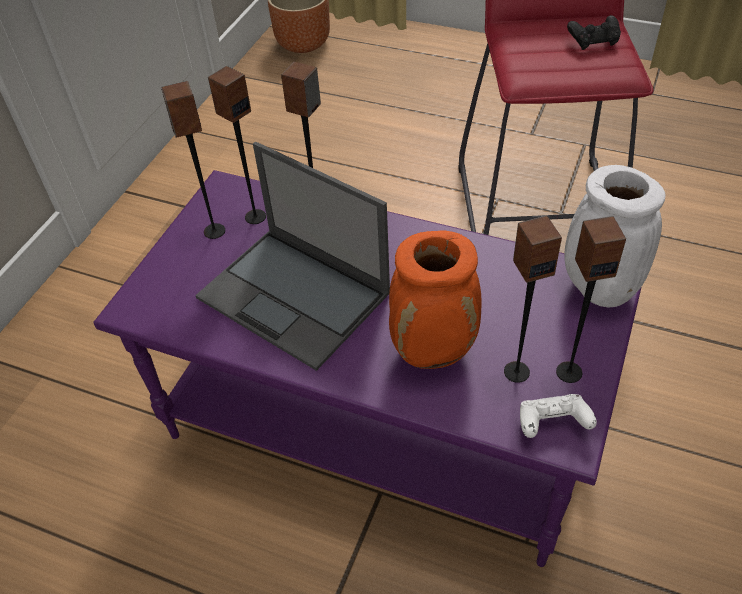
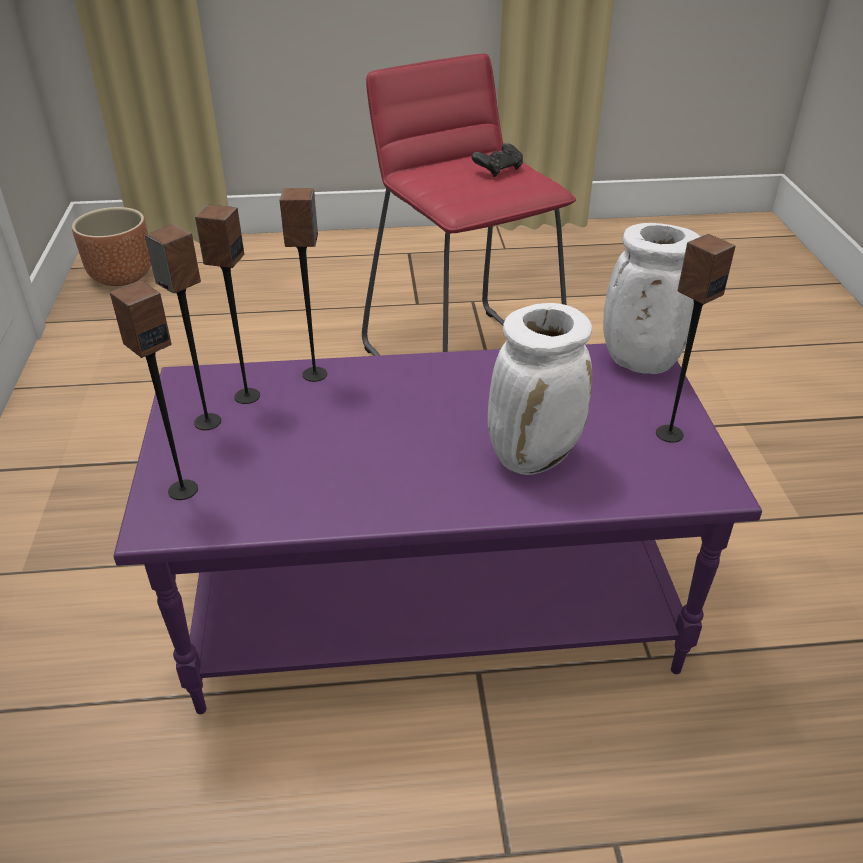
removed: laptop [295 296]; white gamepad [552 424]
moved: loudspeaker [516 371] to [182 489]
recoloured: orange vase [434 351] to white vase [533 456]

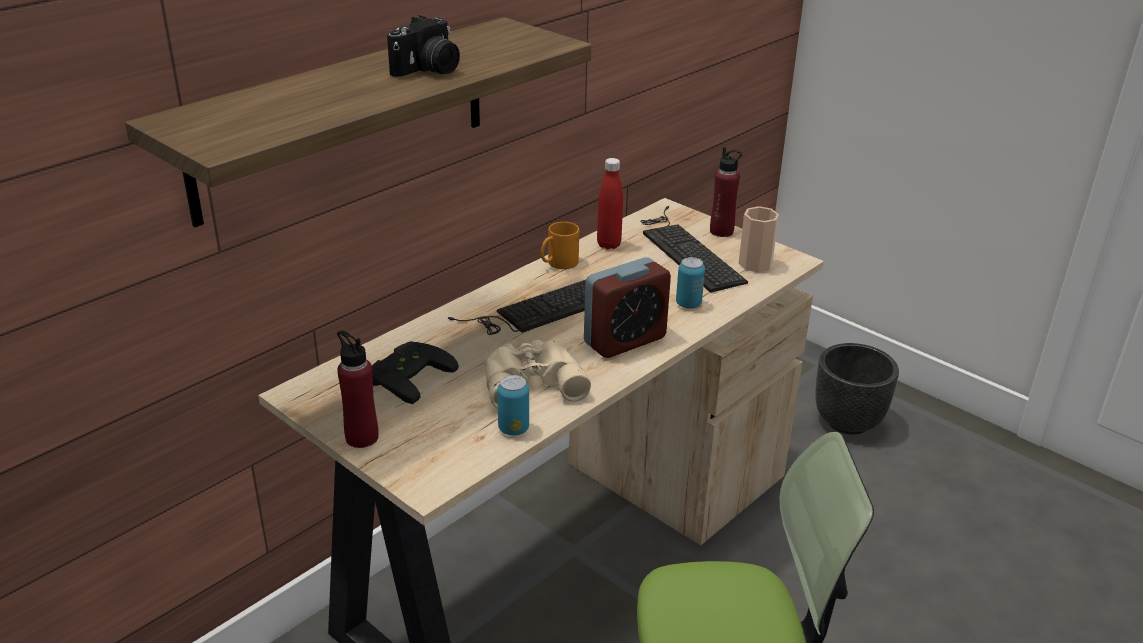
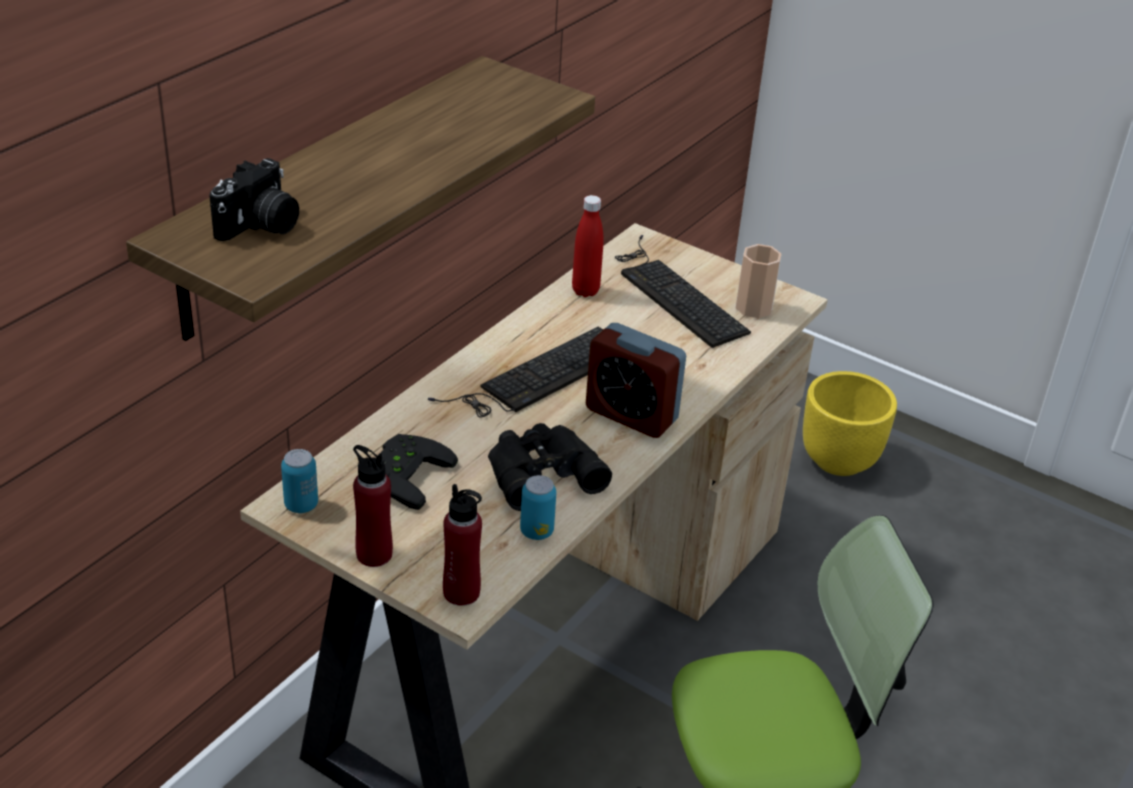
removed: orange mug [558 264]
moved: still camera [428 70] to [260 226]; can [688 304] to [301 505]; red beverage bottle [721 231] to [461 592]
recoloured: beige field glasses [530 380] to blackish field glasses [540 471]; blackish plant pot [848 421] to yellowish plant pot [839 460]
turned: bedside clock [625 340] = [631 415] 75 degrees clockwise

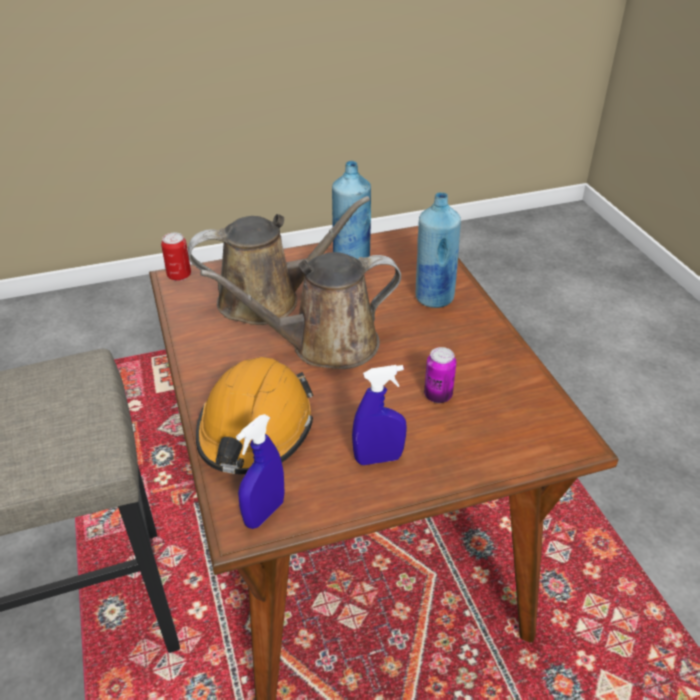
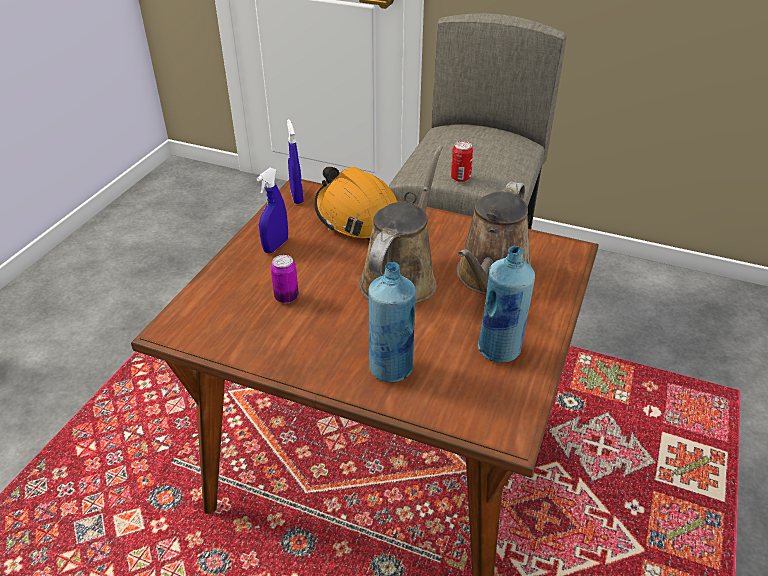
moved: can [179 275] to [460 178]

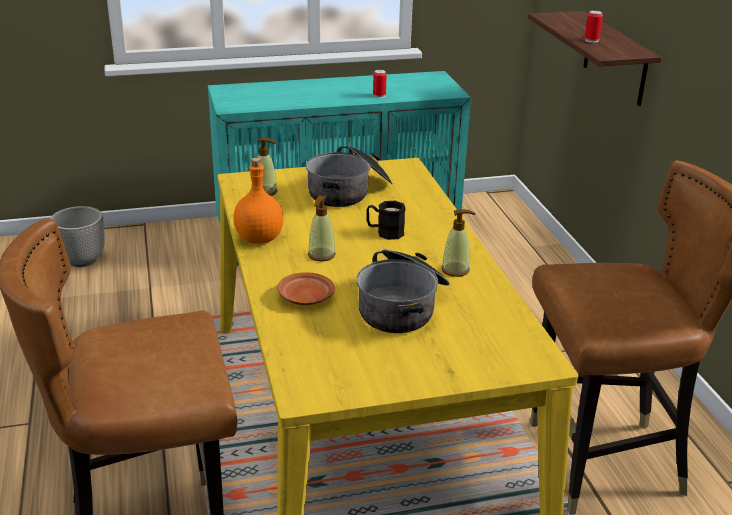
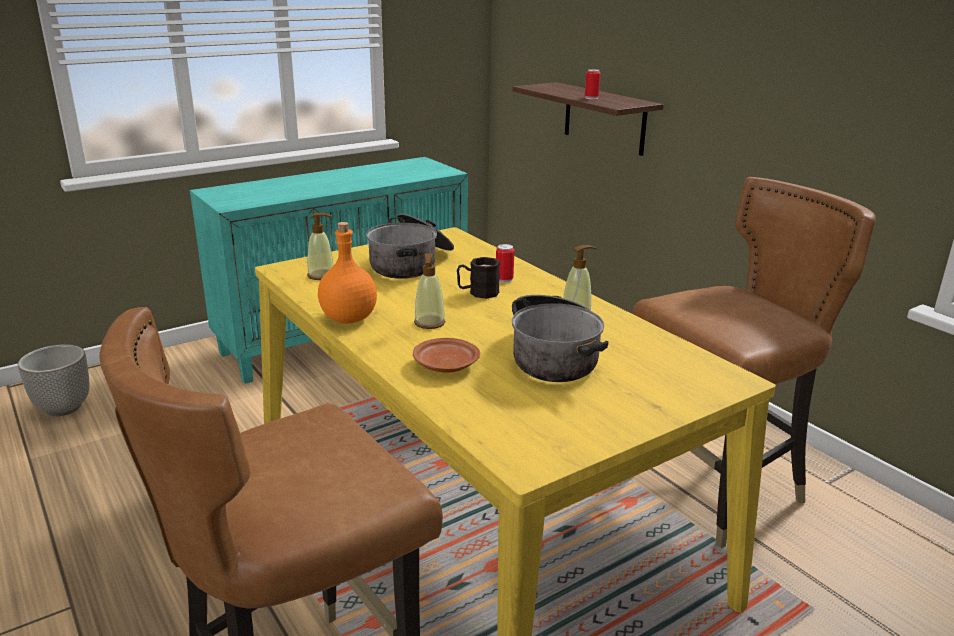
moved: can [379 95] to [504 279]

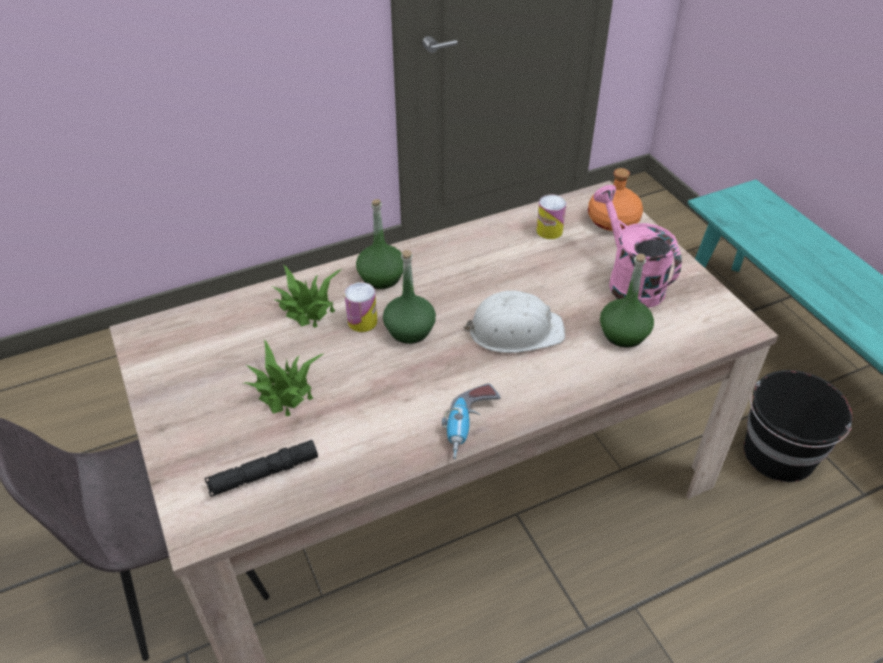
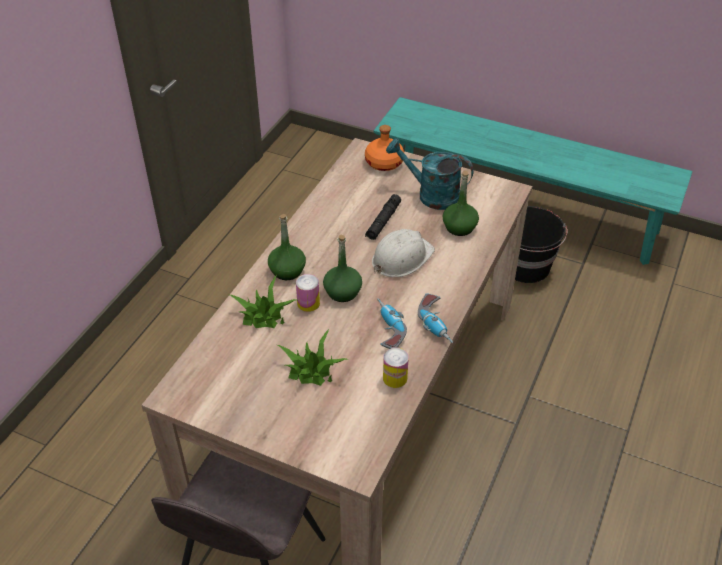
added: power drill [387 329]
moved: blackish hand torch [263 473] to [383 221]; can [549 231] to [395 378]
recoloured: pink watering pot [629 280] to turquoise-coloured watering pot [431 195]

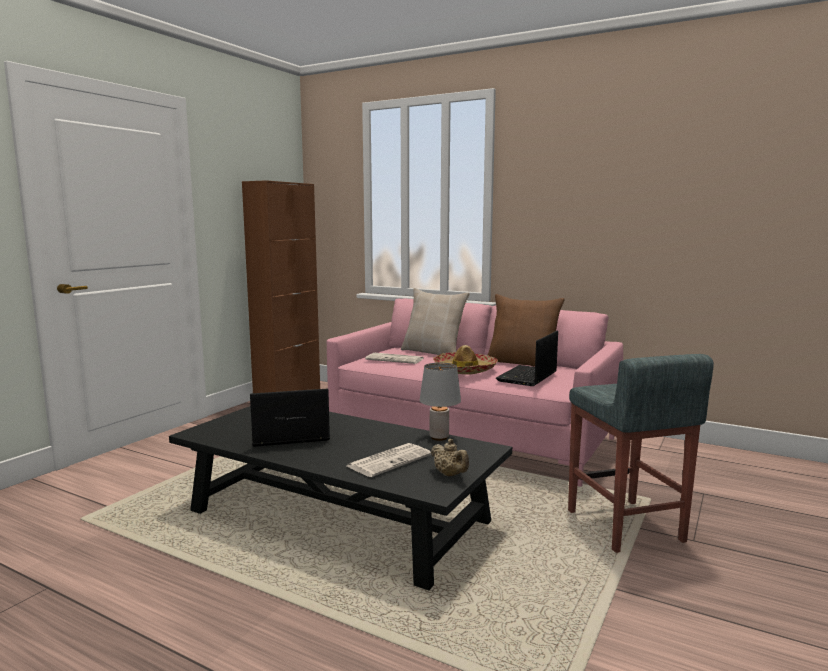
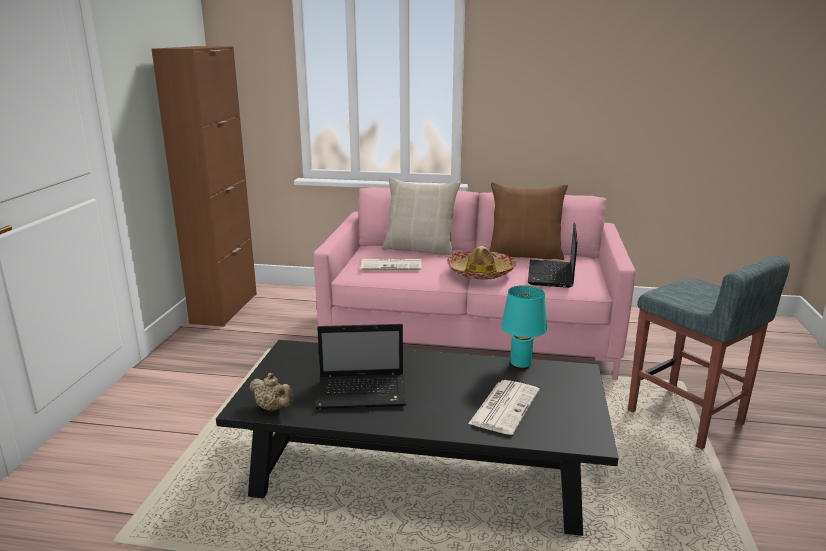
moved: beige pot for tea [450 475] to [273 408]
recoloured: gray tabletop lamp [439 437] to turquoise-coloured tabletop lamp [520 364]
turned: laptop [288 436] = [363 393] 150 degrees counterclockwise

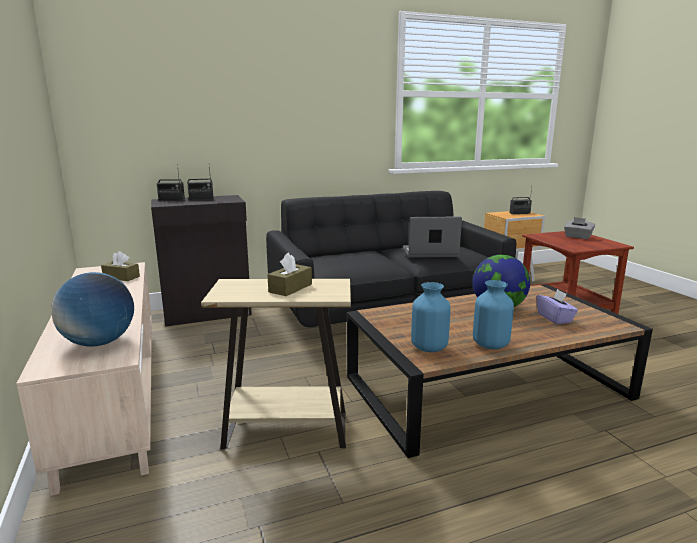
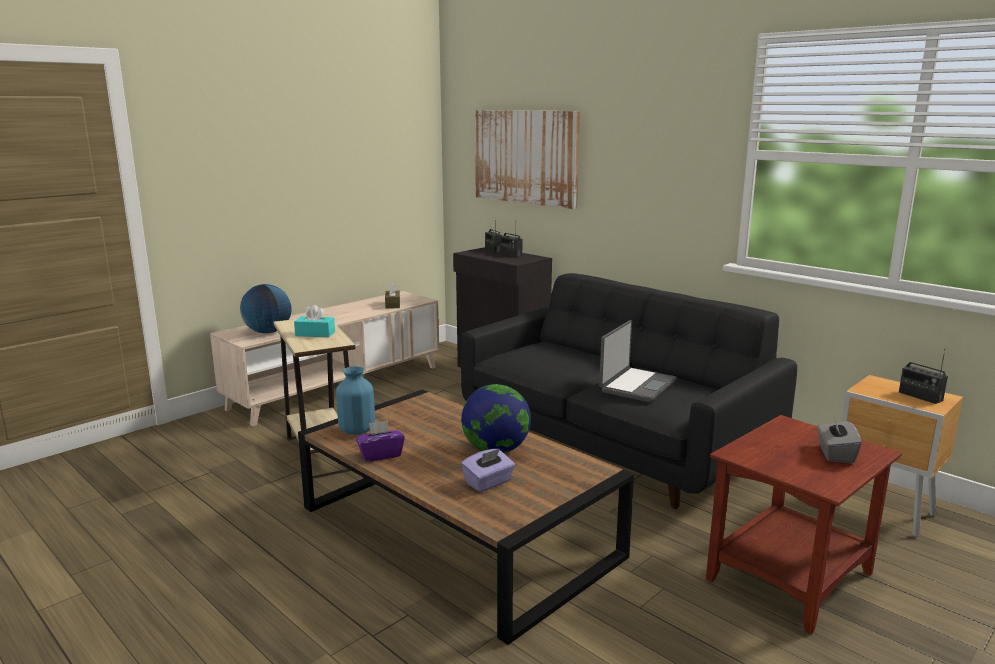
added: picture [525 157]
replaced: blue-coloured vase [491 345] to purple-coloured tissue holder [380 455]
recoloured: brown-coloured tissue holder [290 288] to turquoise-coloured tissue holder [315 334]
turned: laptop [430 253] = [636 385] 60 degrees clockwise

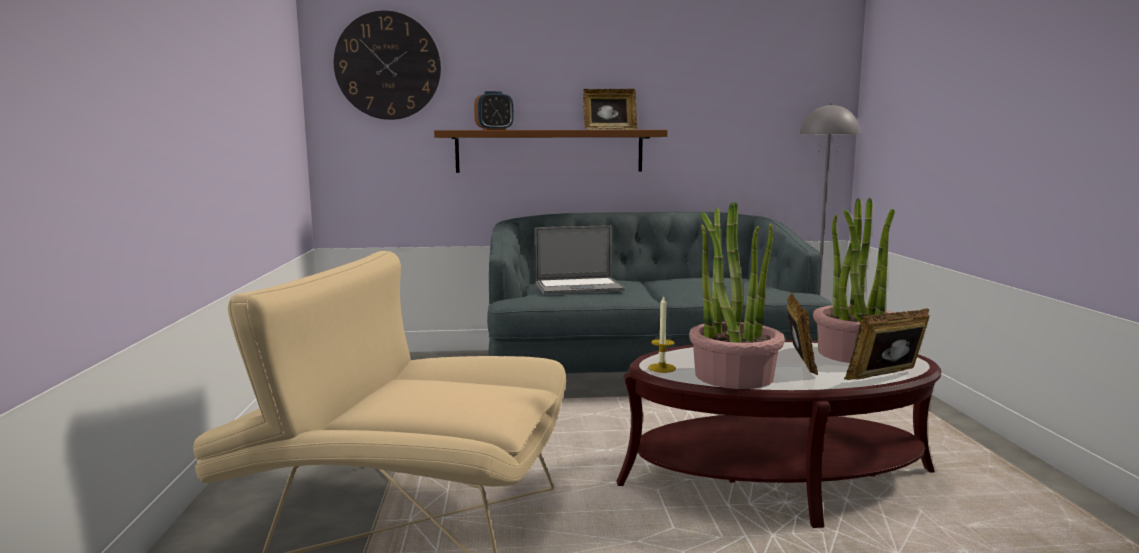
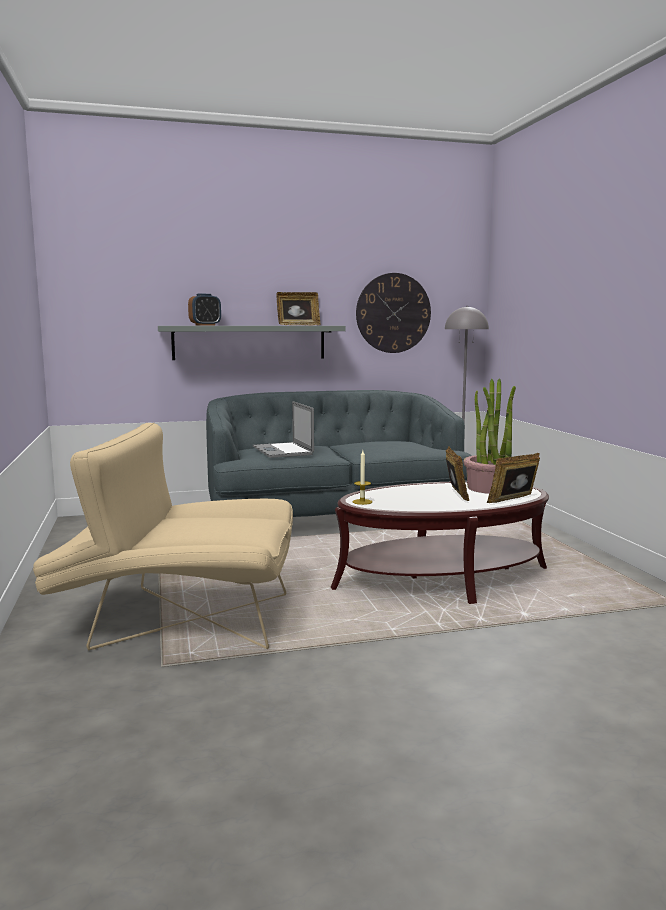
removed: potted plant [733 375]
moved: hanging clock [388 66] to [393 313]
recoloured: brown-coloured bracket shelf [549 151] to gray bracket shelf [249 342]
turned: laptop [578 287] = [282 450] 90 degrees clockwise

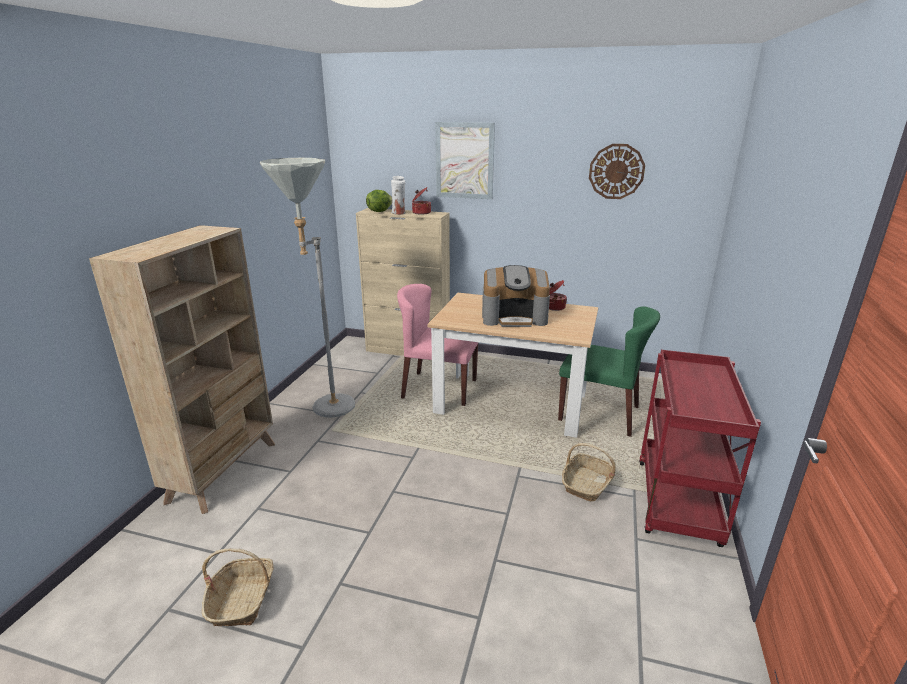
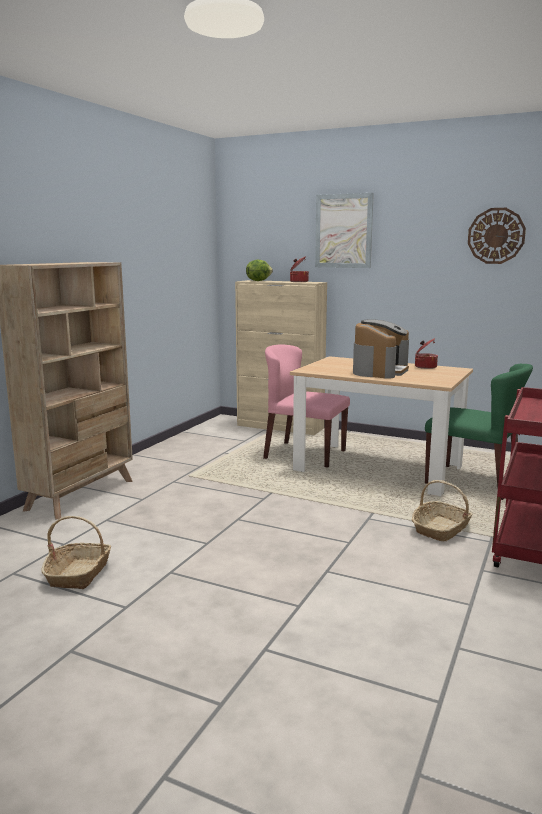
removed: gray standing lamp [325 410]; white vase [399 213]
turned: coffee brewer [514 317] = [380 371] 75 degrees counterclockwise

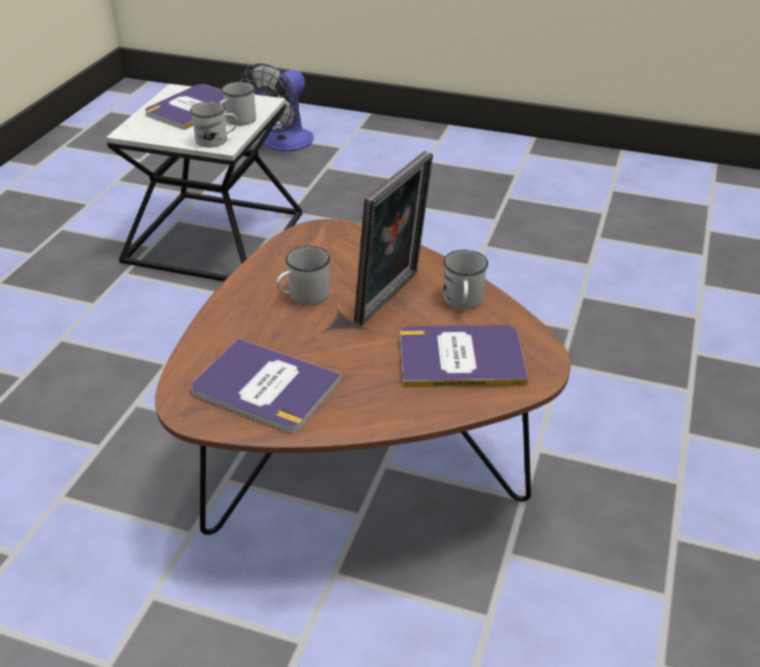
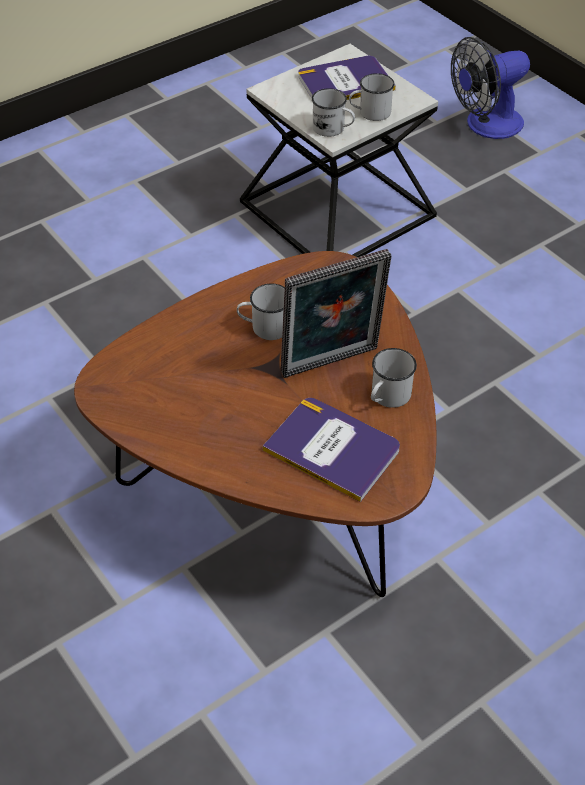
removed: volume [265 387]

